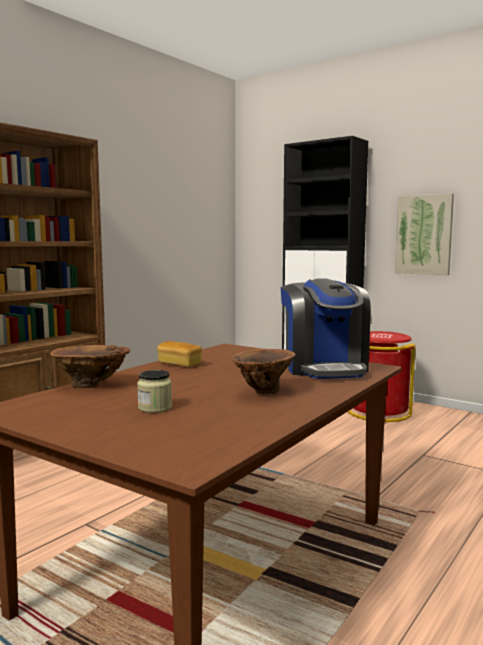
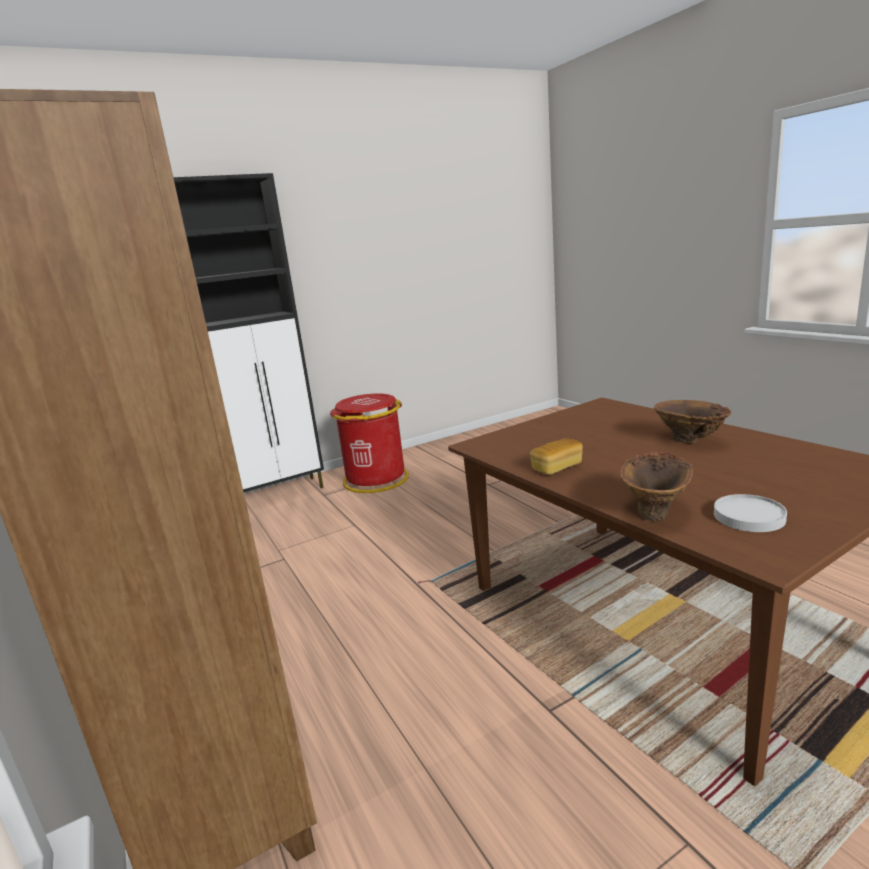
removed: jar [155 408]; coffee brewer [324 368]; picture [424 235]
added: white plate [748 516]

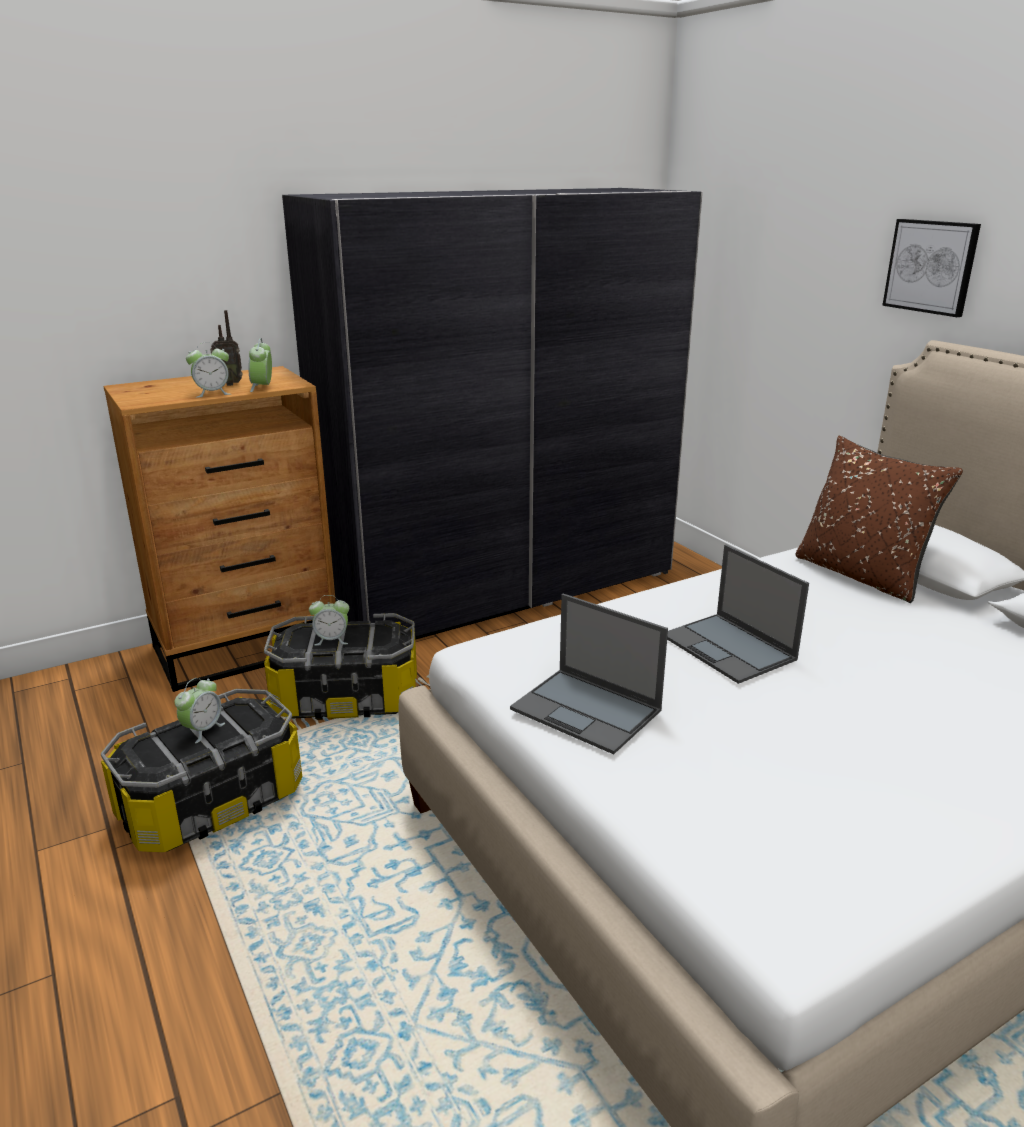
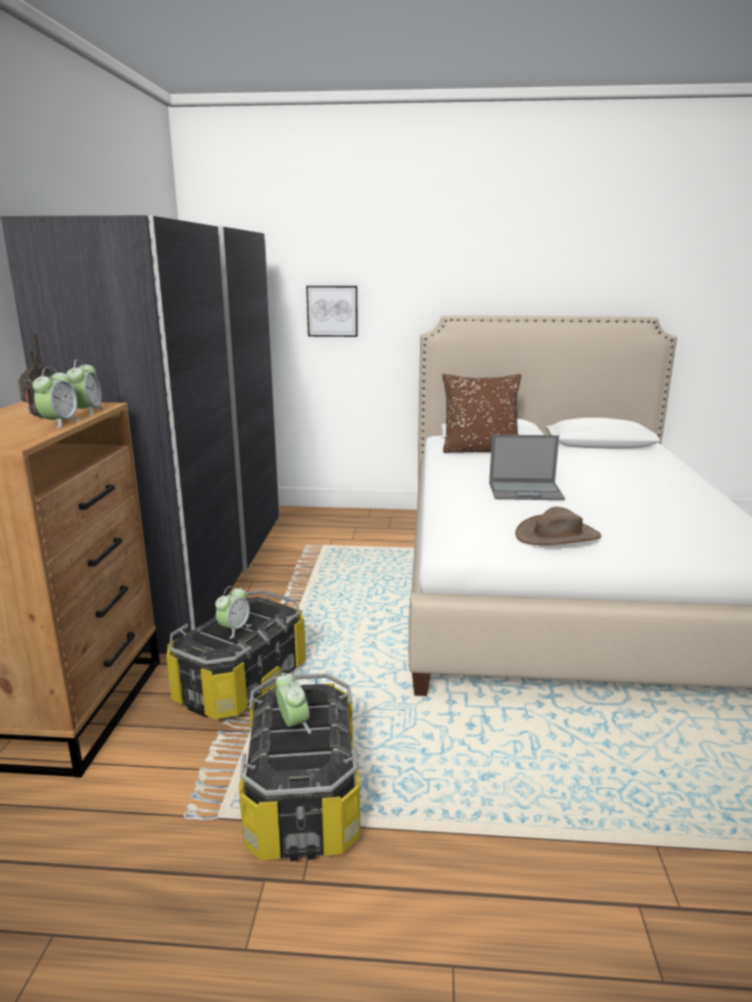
moved: picture [931 266] to [332 311]
replaced: laptop [587 710] to brown-coloured clothing hat [557 535]
turned: bedside clock [262 388] = [88 412] 120 degrees counterclockwise

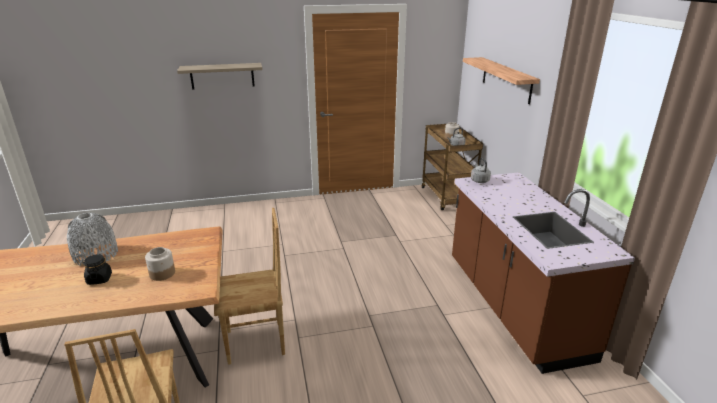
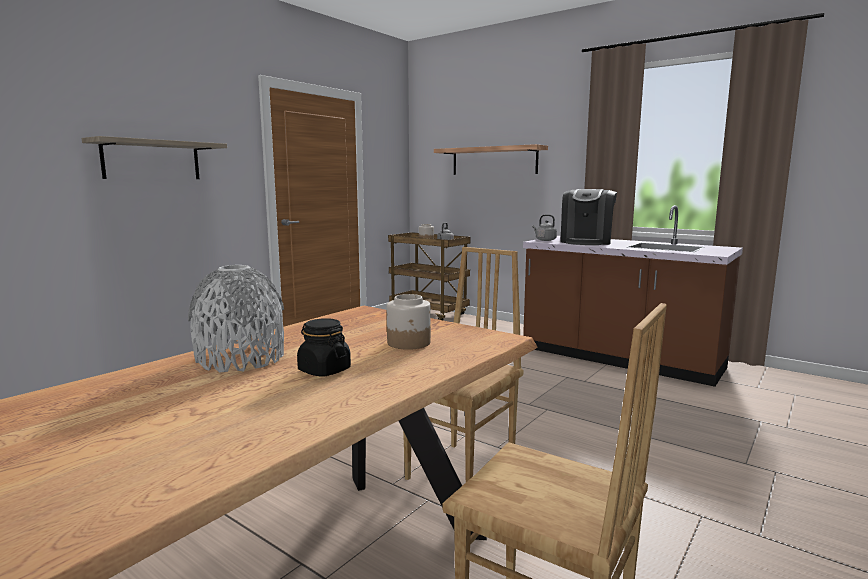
added: coffee brewer [586 242]

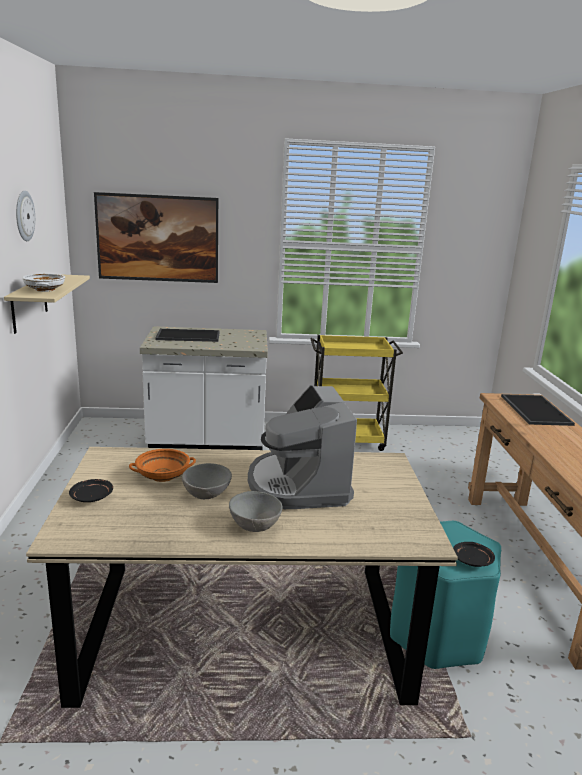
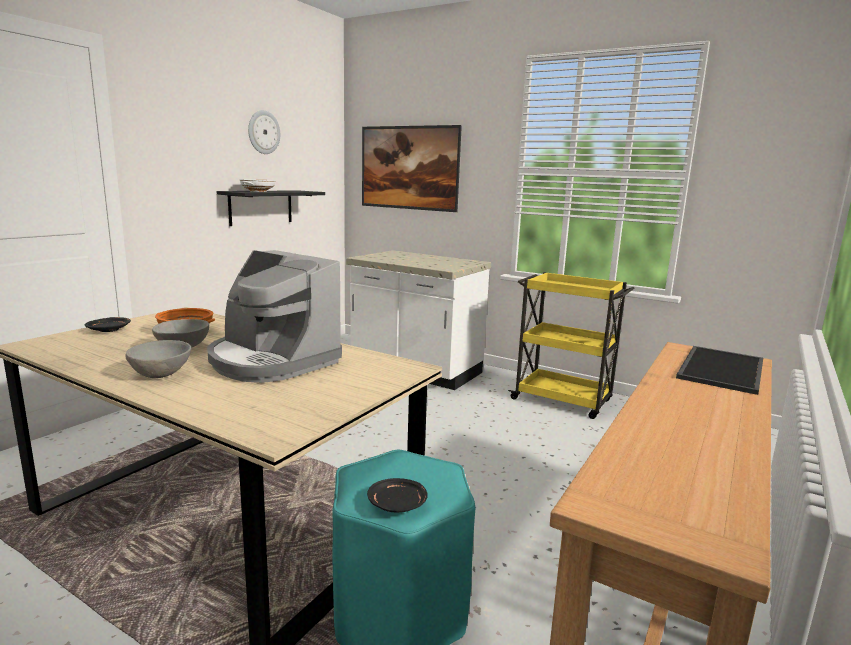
removed: serving tray [187 336]
recoloured: beige bracket shelf [29 303] to blackish bracket shelf [261 207]
turned: coffee brewer [298 485] = [271 361] 75 degrees counterclockwise

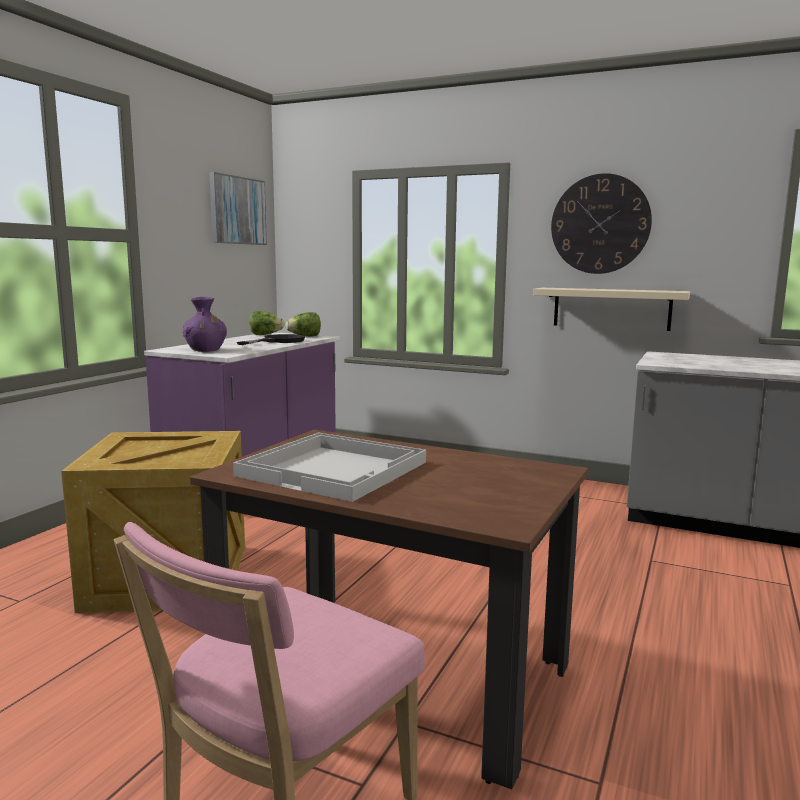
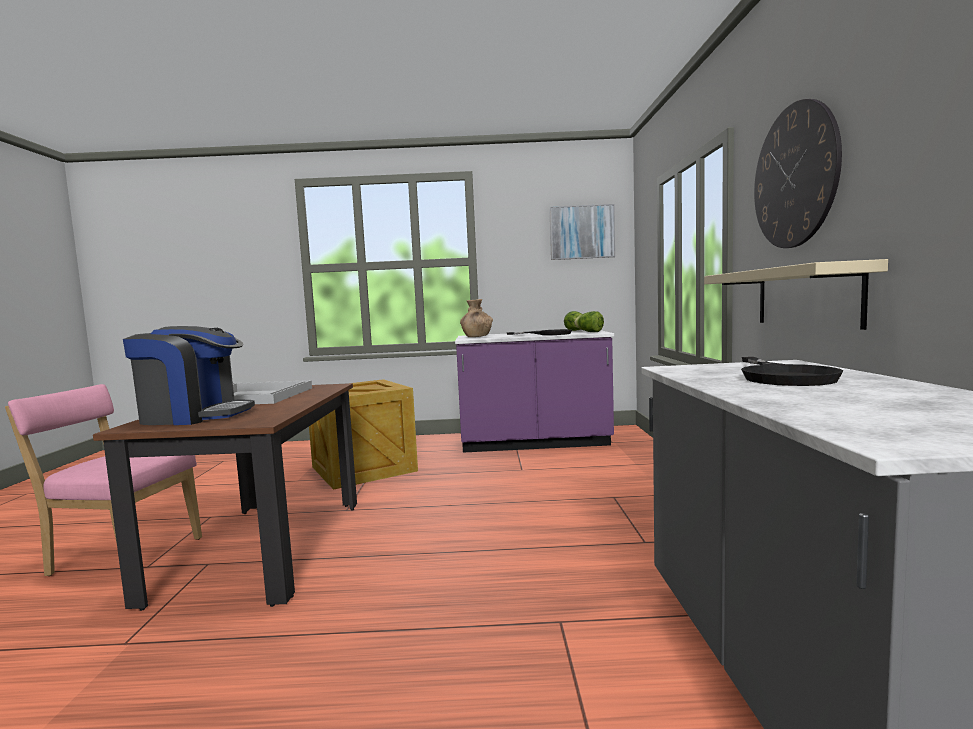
added: coffee brewer [194 416]; blackish skillet [783 376]
recoloured: purple-coloured vase [205 350] to brown-coloured vase [476 336]

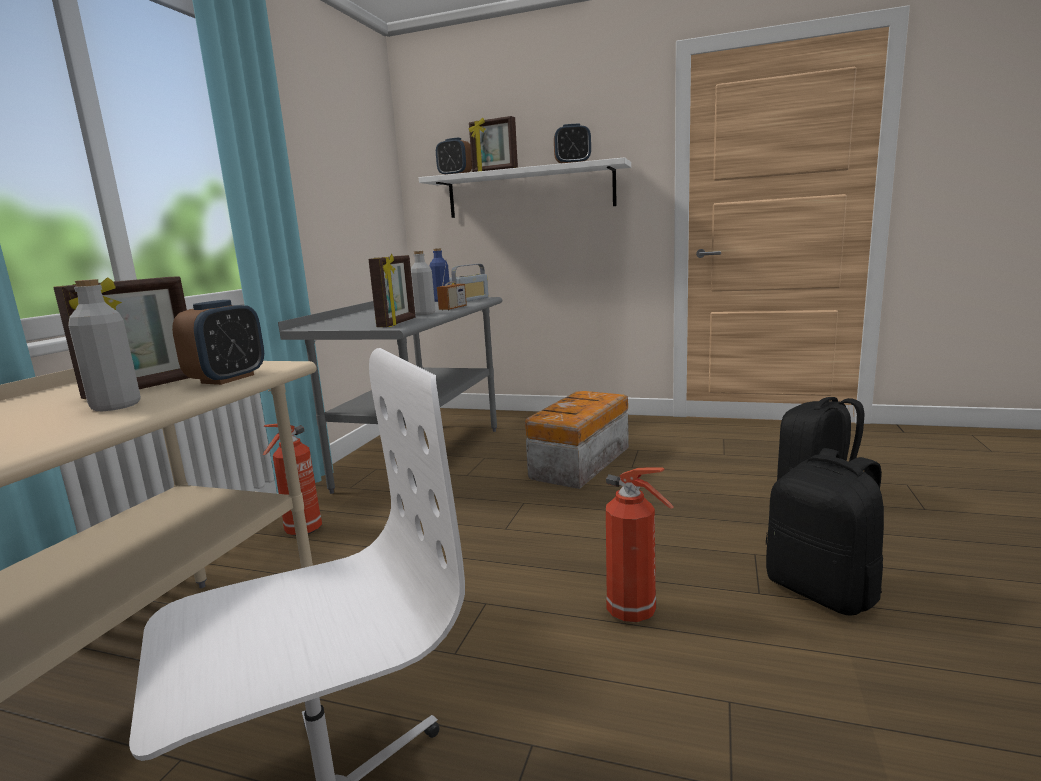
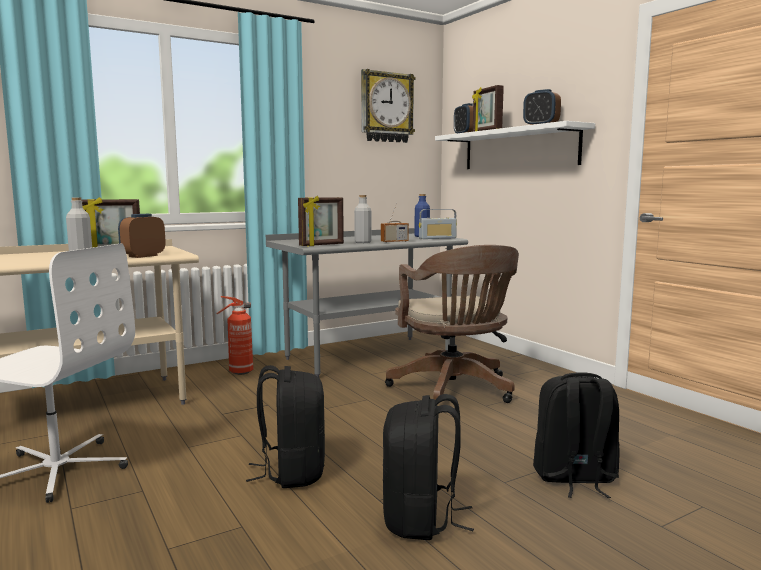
added: hanging clock [386 107]
replaced: storage box [578 463] to brown-coloured desk chair [454 390]; fire extinguisher [634 613] to blackish rucksack [292 472]
turned: bedside clock [228 379] = [143 256] 150 degrees clockwise

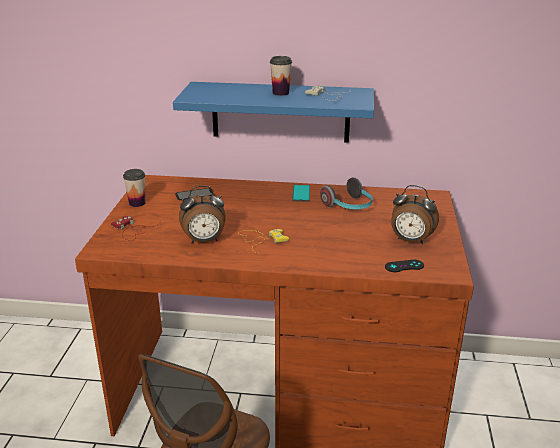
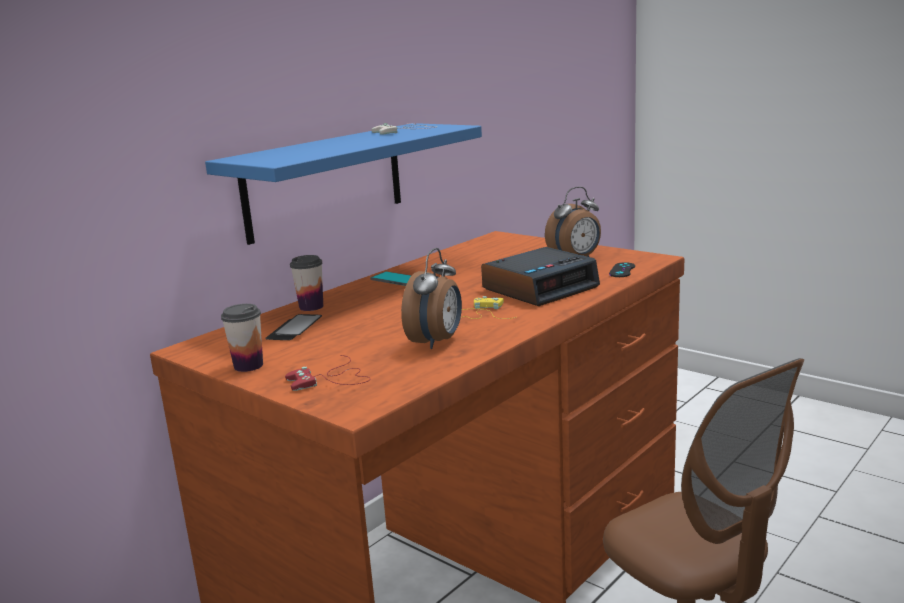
removed: headset [349 206]
added: bedside clock [540 287]
moved: drinking cup [280 93] to [311 307]

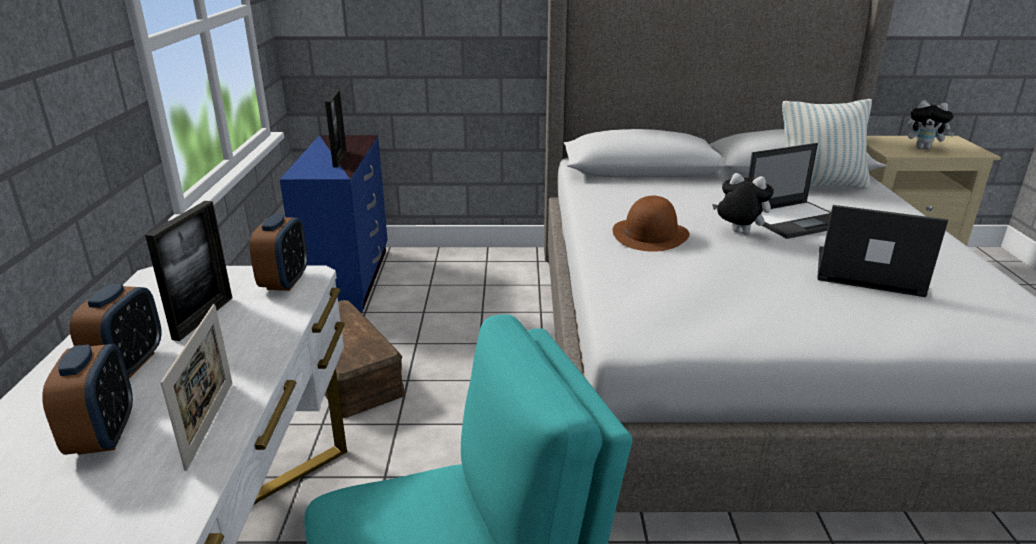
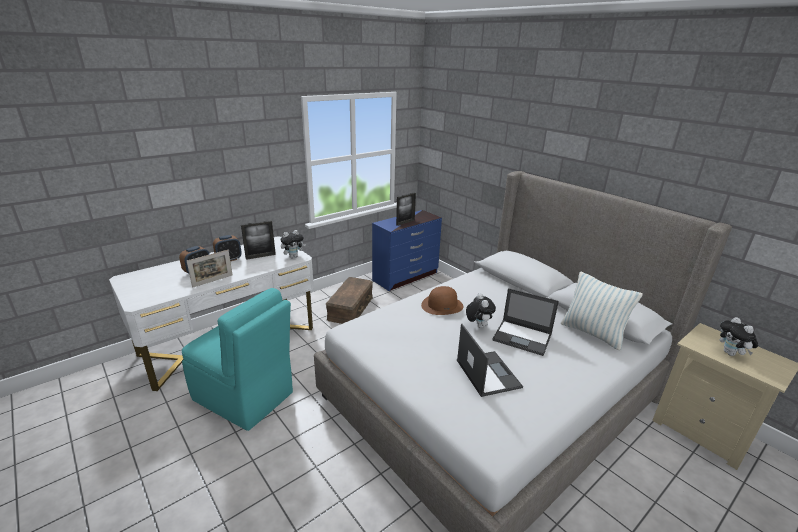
replaced: bedside clock [285 282] to plush toy [293 256]

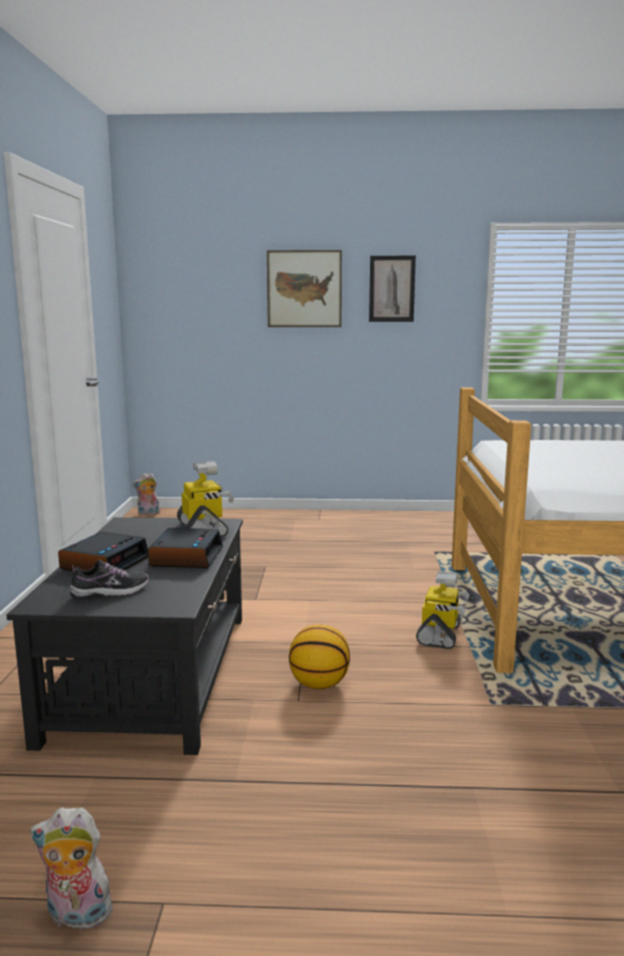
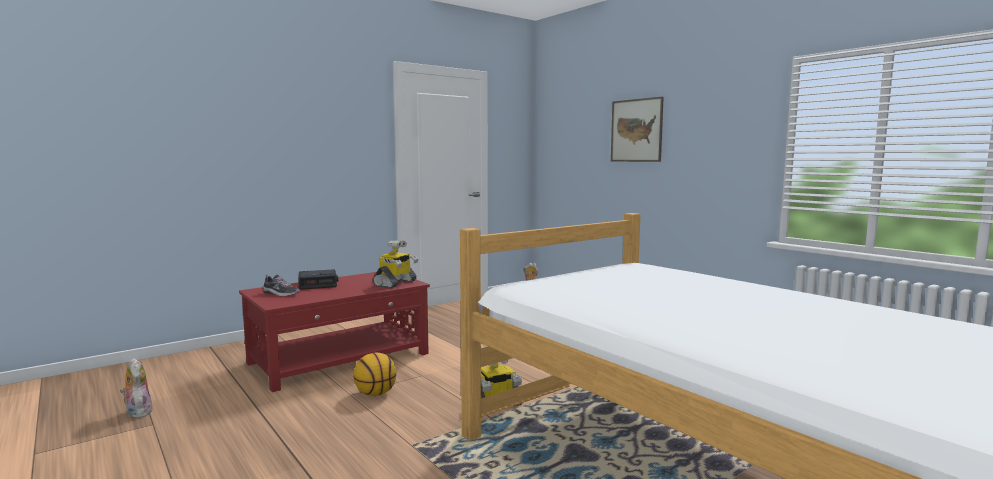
removed: bedside clock [186 557]; picture [392 289]
recoloured: blackish coffee table [154 673] to red coffee table [340 358]

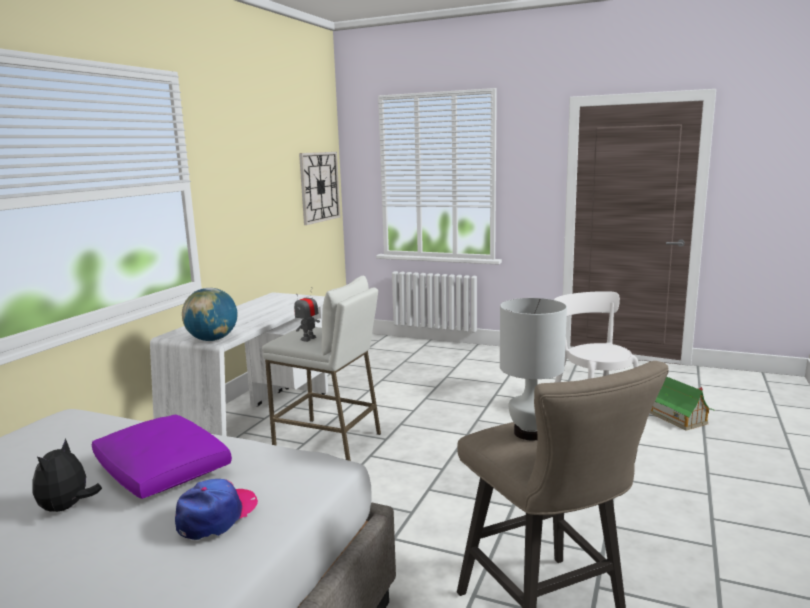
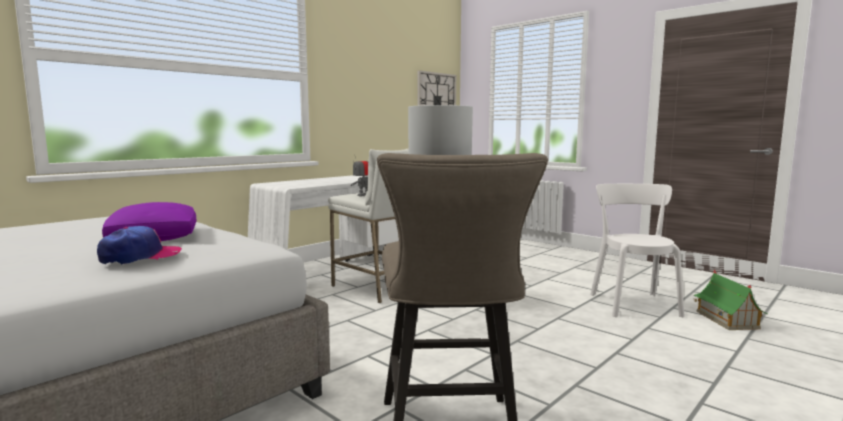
removed: plush toy [67 508]; globe [212 339]

